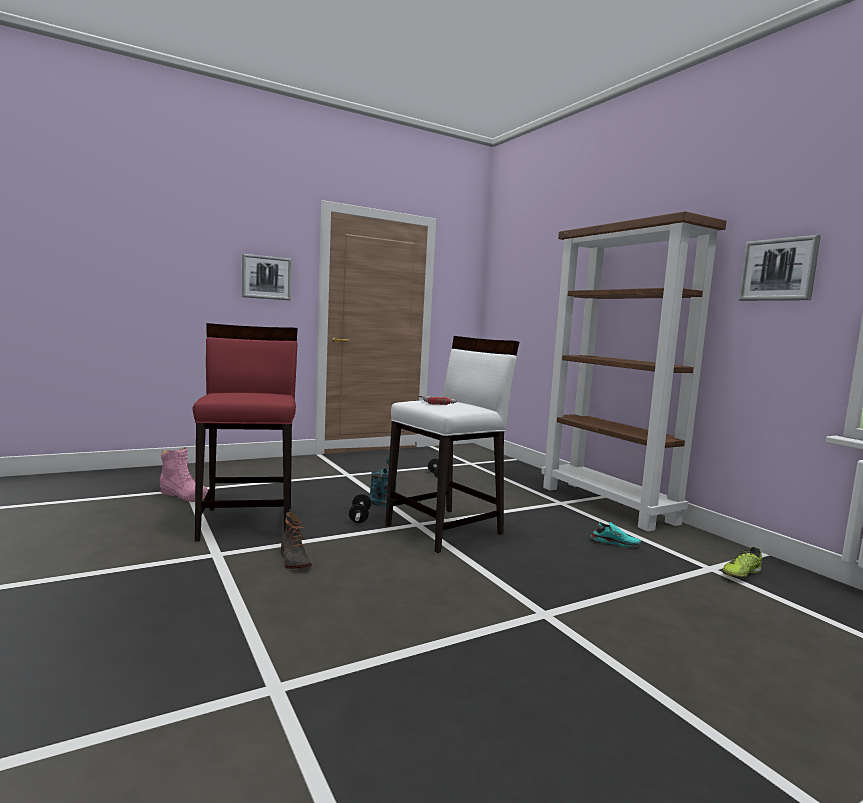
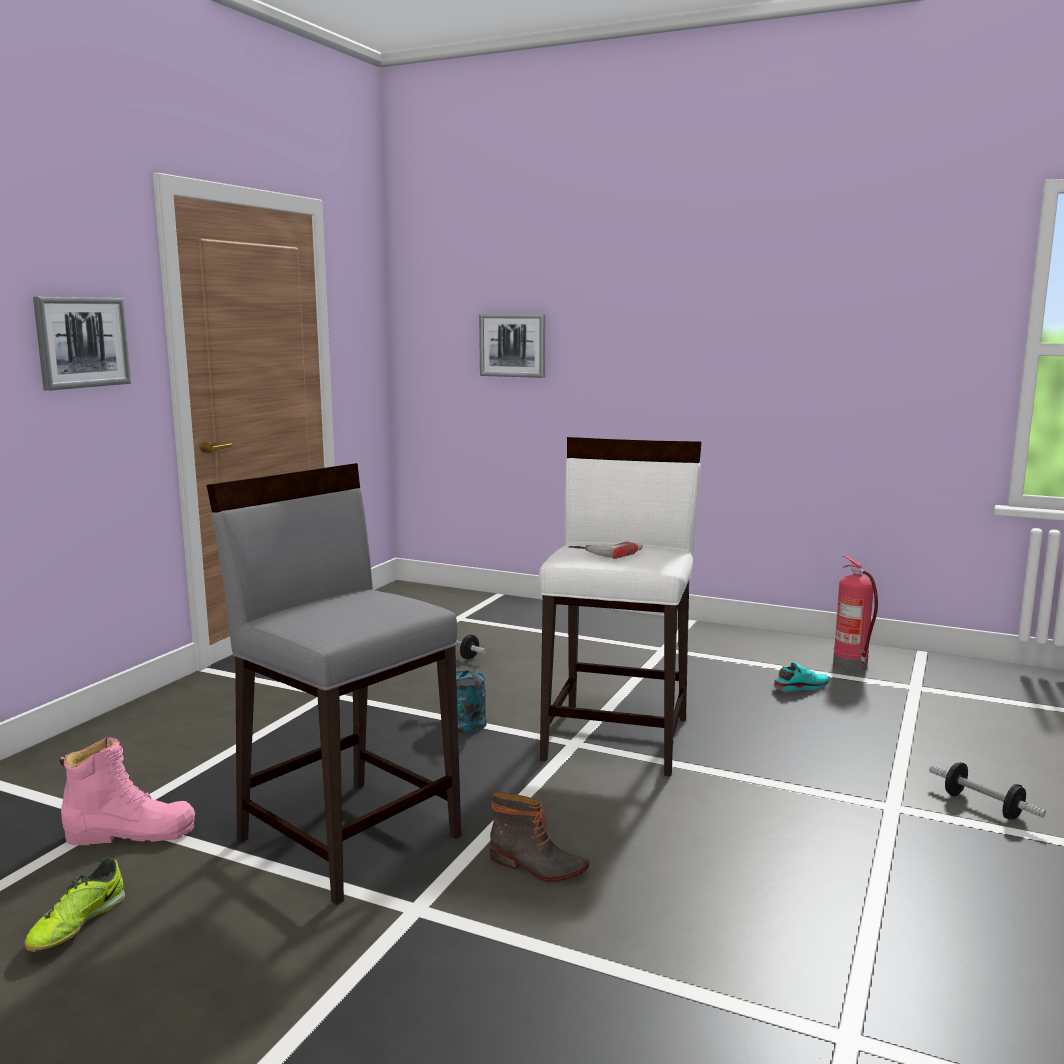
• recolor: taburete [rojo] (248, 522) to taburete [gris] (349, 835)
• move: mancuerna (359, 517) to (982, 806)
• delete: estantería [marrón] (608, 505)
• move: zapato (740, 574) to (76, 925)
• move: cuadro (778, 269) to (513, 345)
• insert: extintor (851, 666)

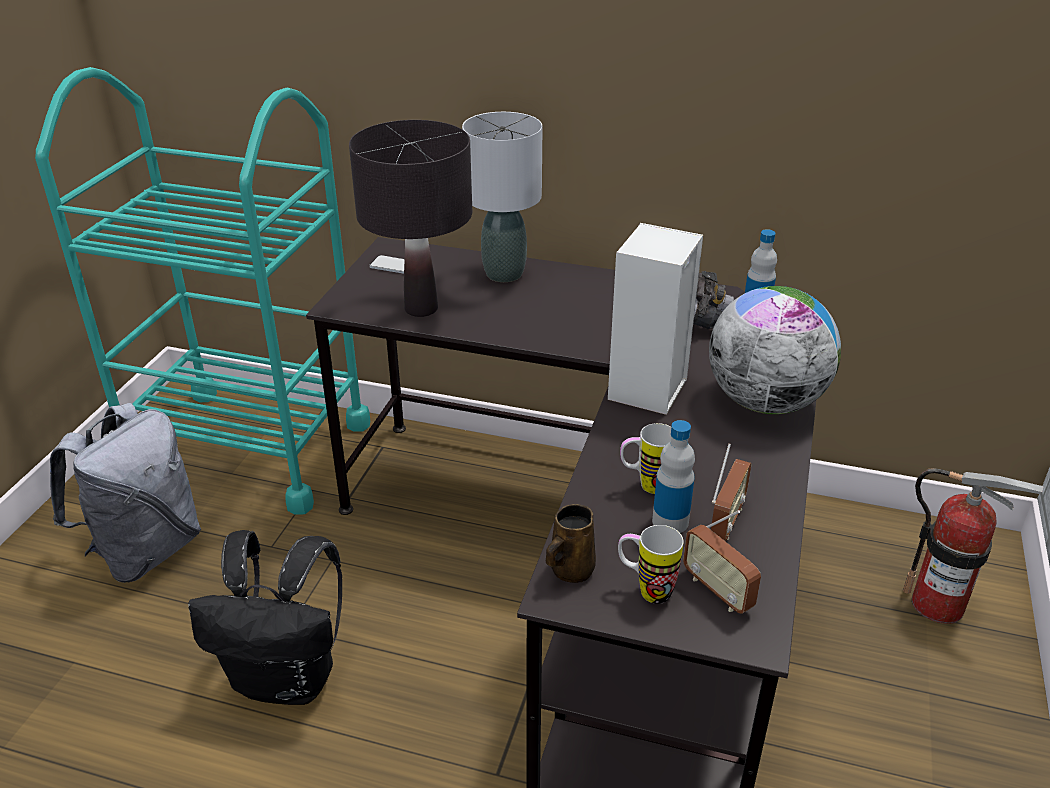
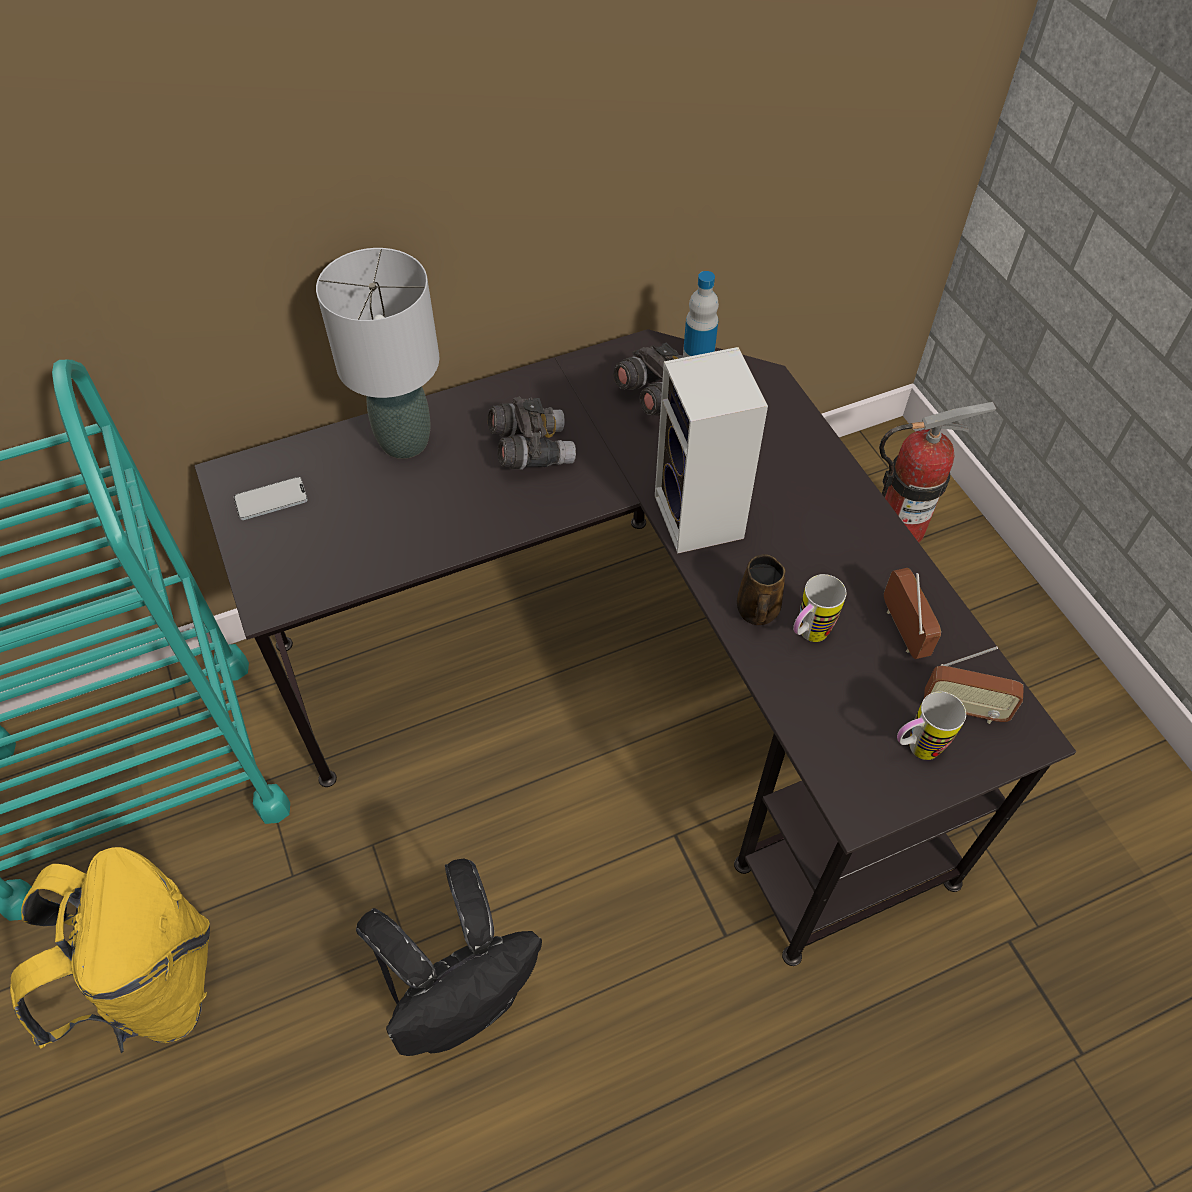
• recolor: mochila [gris] (145, 550) to mochila [amarillo] (154, 983)
• delete: lámpara de mesa [negro] (421, 309)
• move: taza grande [marrón] (570, 570) to (757, 612)
• delete: botella (670, 521)
• delete: globo terráqueo (765, 402)
• insert: prismáticos [gris] (531, 450)

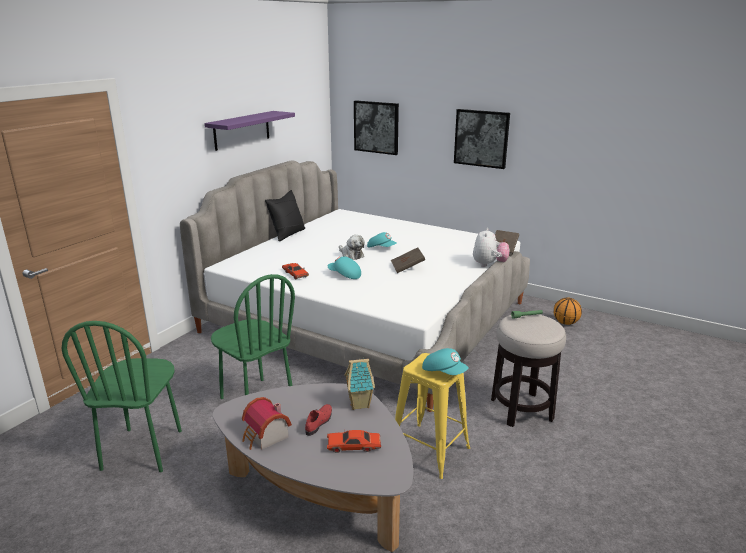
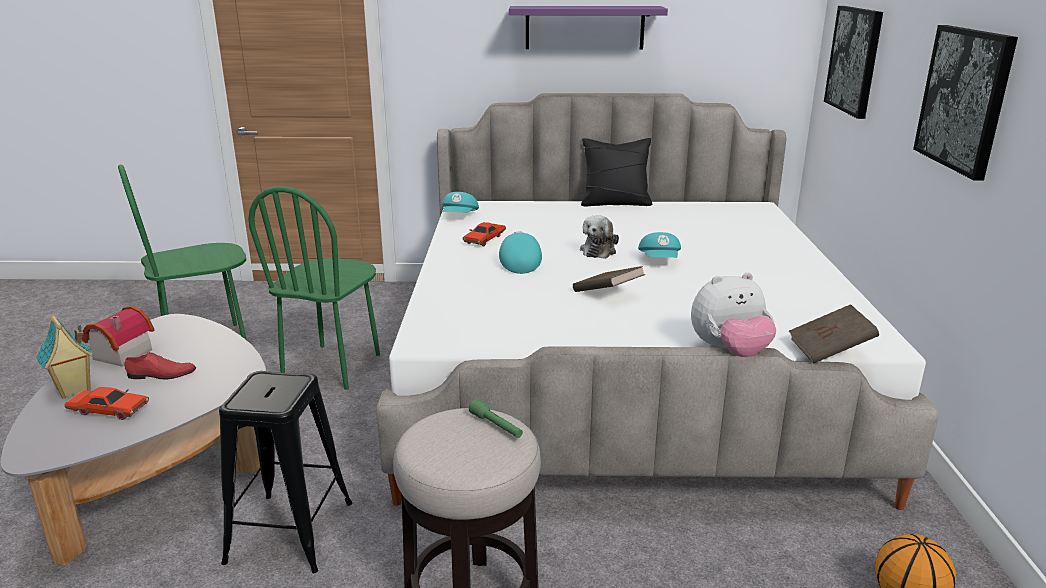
• rotate: coche de juguete [rojo] (353, 446) = (108, 410) 135 degrees clockwise
• move: casita (360, 404) to (73, 390)
• recolor: taburete [amarillo] (429, 450) to taburete [negro] (290, 532)
• move: gorra [turquesa] (444, 372) to (460, 216)

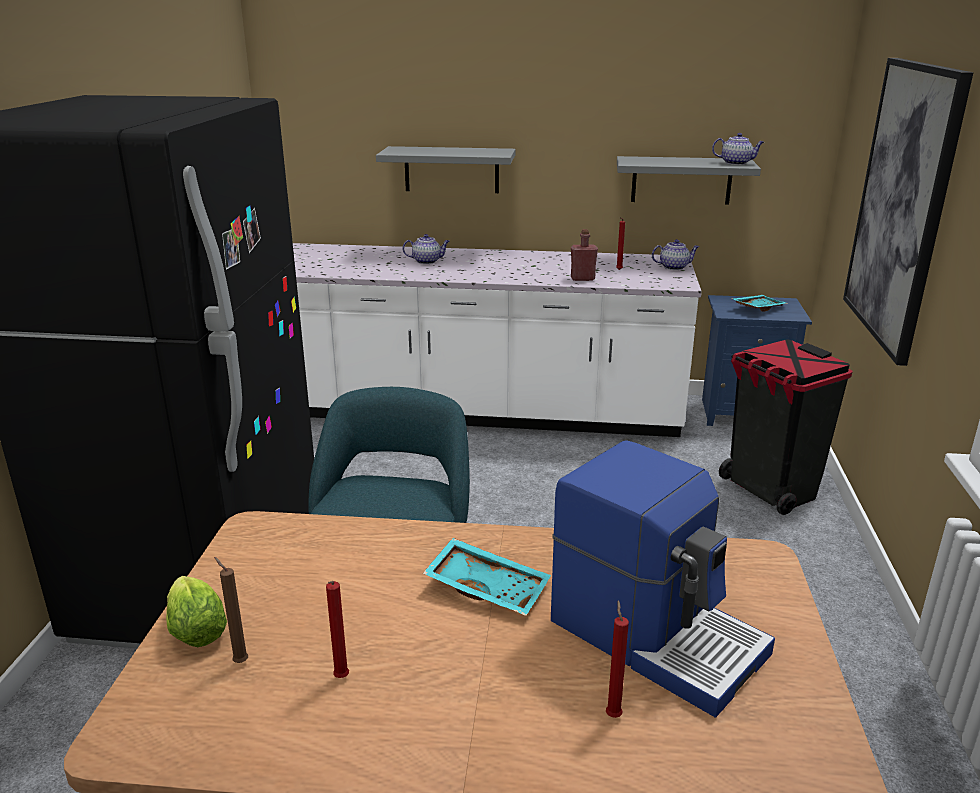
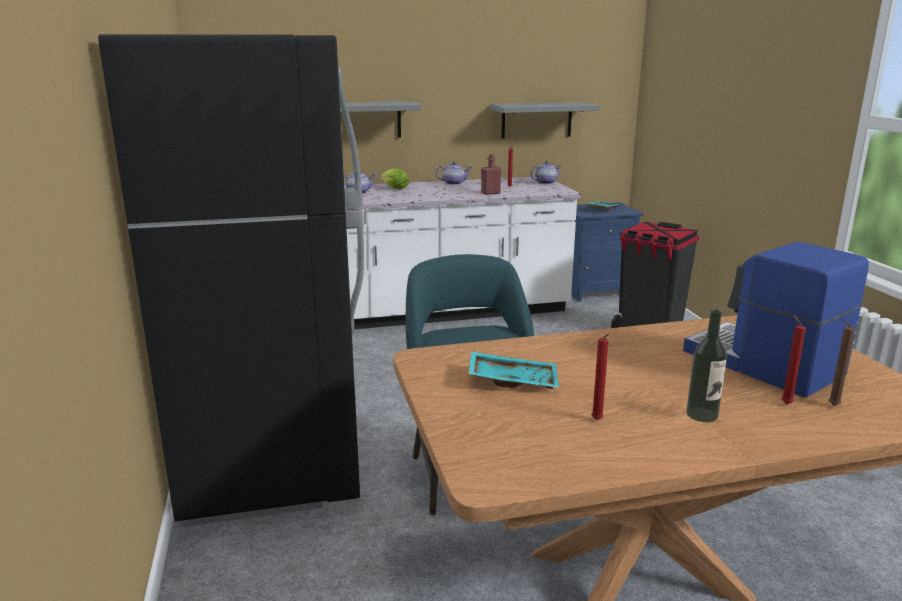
• move: lechuga (195, 628) to (393, 188)
• move: vela [marrón] (239, 661) to (831, 405)
• move: bandeja [turquesa] (488, 587) to (513, 380)
• rotate: cafetera (657, 635) = (762, 364) 150 degrees counterclockwise
• move: tetera (736, 163) to (454, 183)
• delete: cuadro (902, 205)
• insert: botella (702, 414)

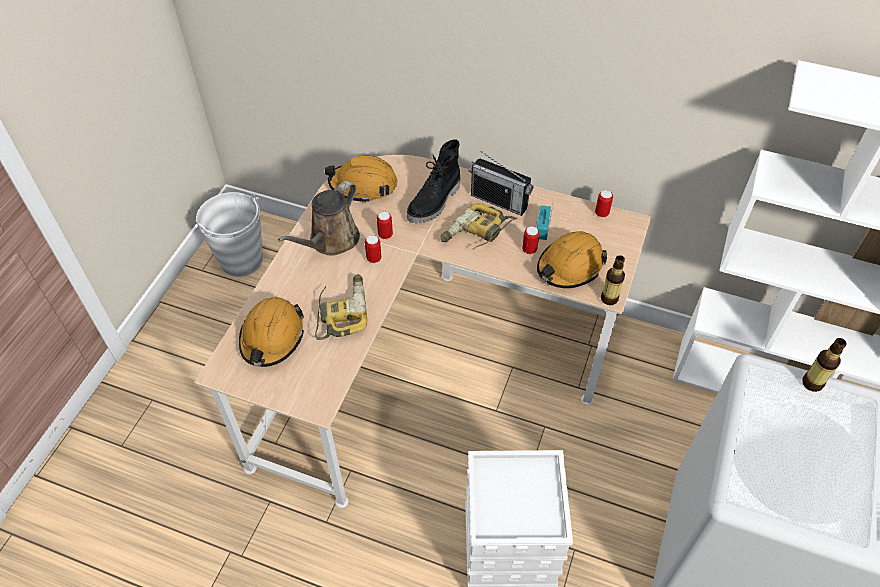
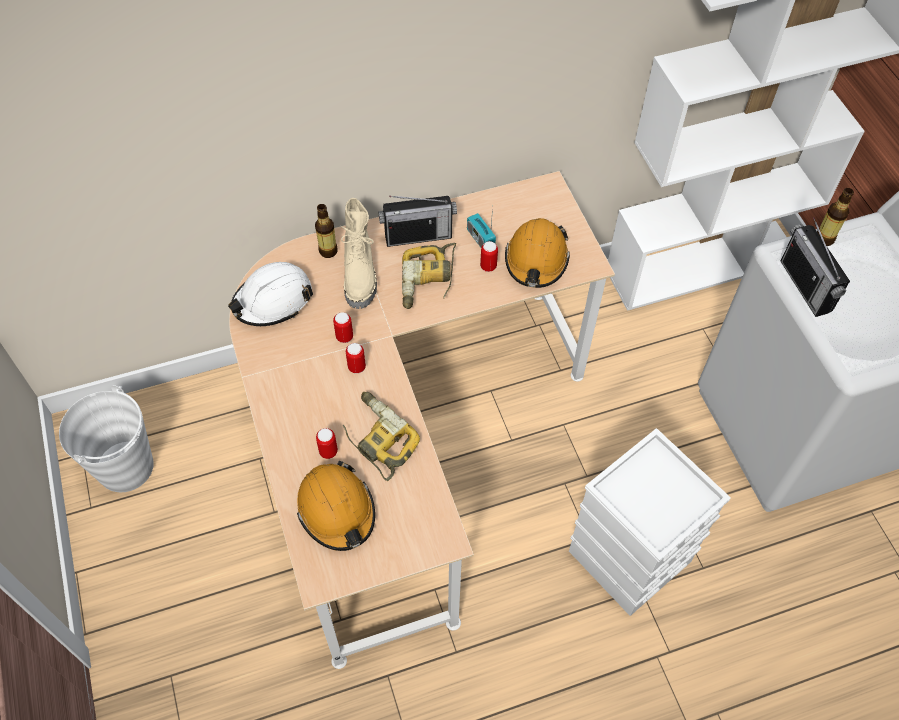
• delete: regadera [marrón] (331, 241)
• recolor: casco [naranja] (363, 185) to casco [blanco] (273, 301)
• recolor: bota [negro] (435, 203) to bota [beis] (361, 275)
• move: lata (601, 213) to (328, 451)
• move: botella (609, 298) to (328, 251)
• insert: radio (805, 286)

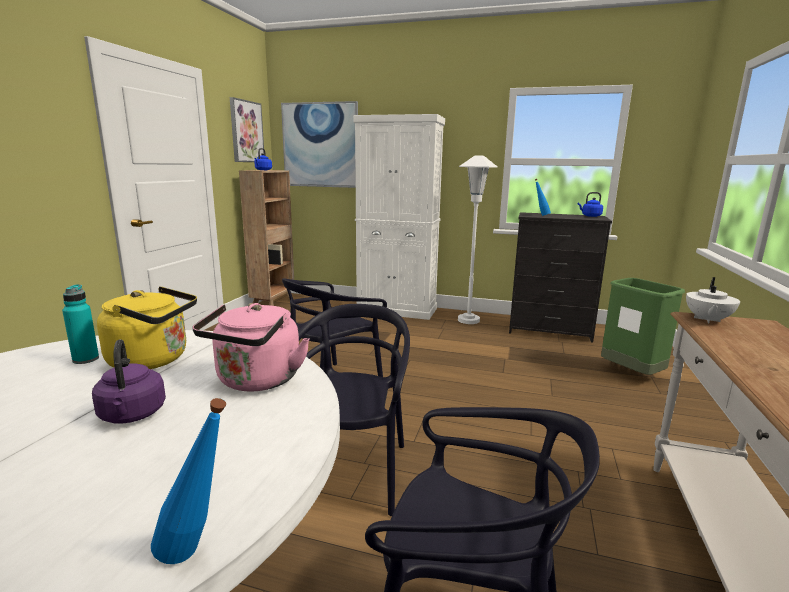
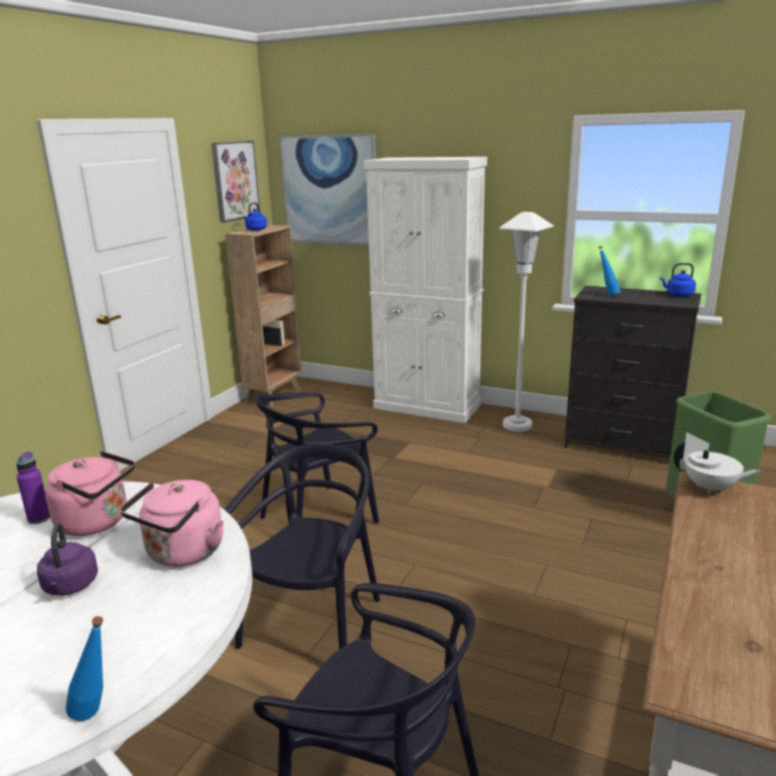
• recolor: botella [turquesa] (86, 359) to botella [morado] (39, 518)
• recolor: hervidor [amarillo] (154, 360) to hervidor [rosa] (97, 522)
• rotate: tetera [blanco] (707, 320) = (710, 488) 105 degrees counterclockwise

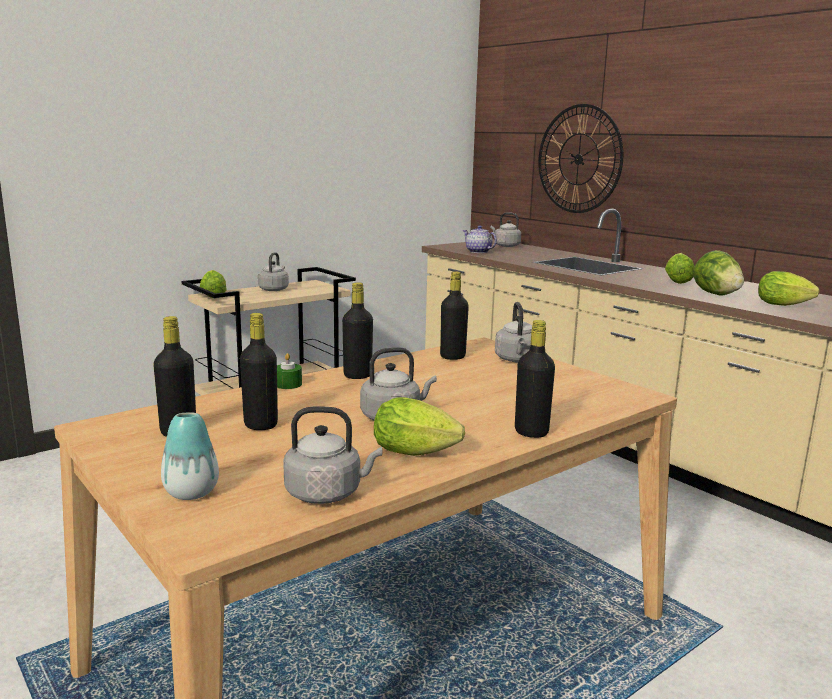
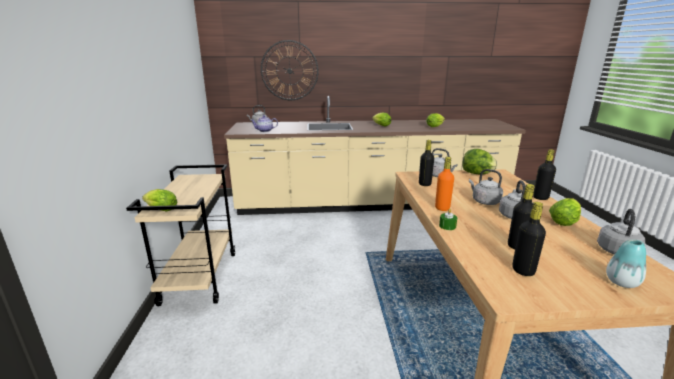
• move: hervidor [gris] (274, 289) to (484, 201)
• recolor: botella [negro] (357, 375) to botella [naranja] (442, 208)
• move: lechuga (716, 294) to (477, 174)

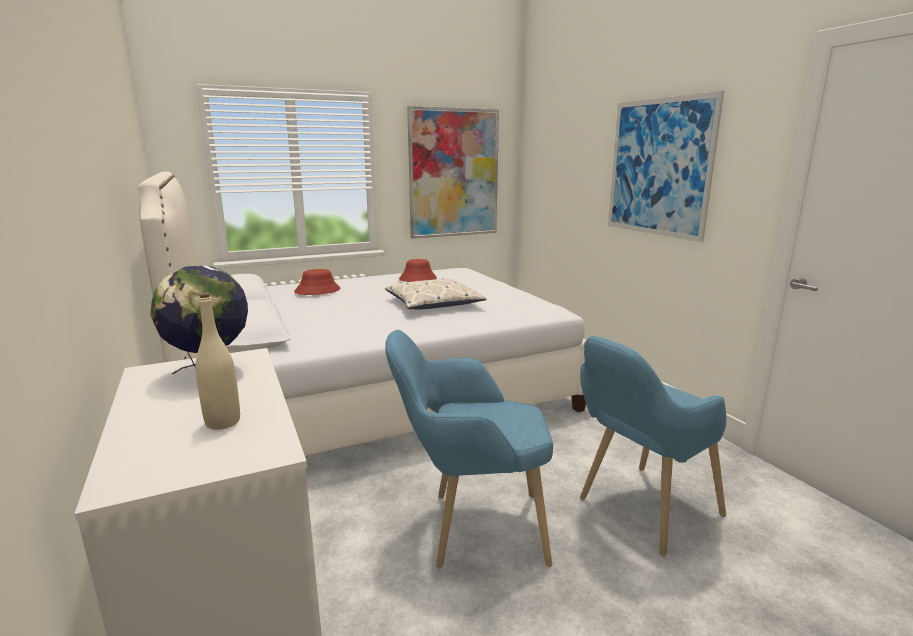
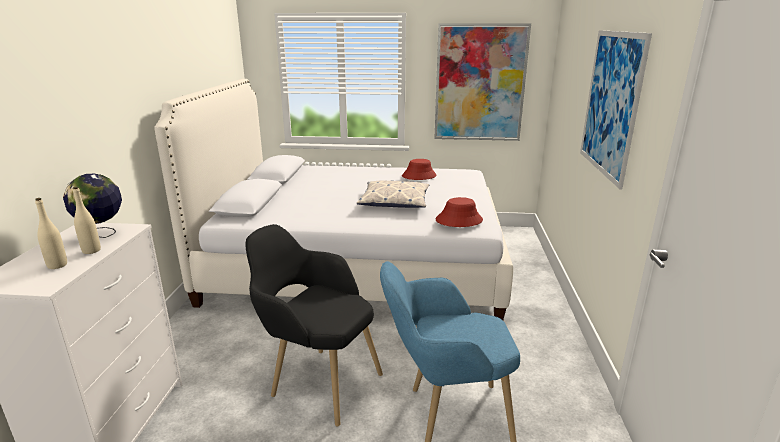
• move: sombrero [rojo] (317, 291) to (459, 220)
• recolor: sillón [azul] (470, 529) to sillón [negro] (316, 380)
• insert: botella [beis] (91, 250)

